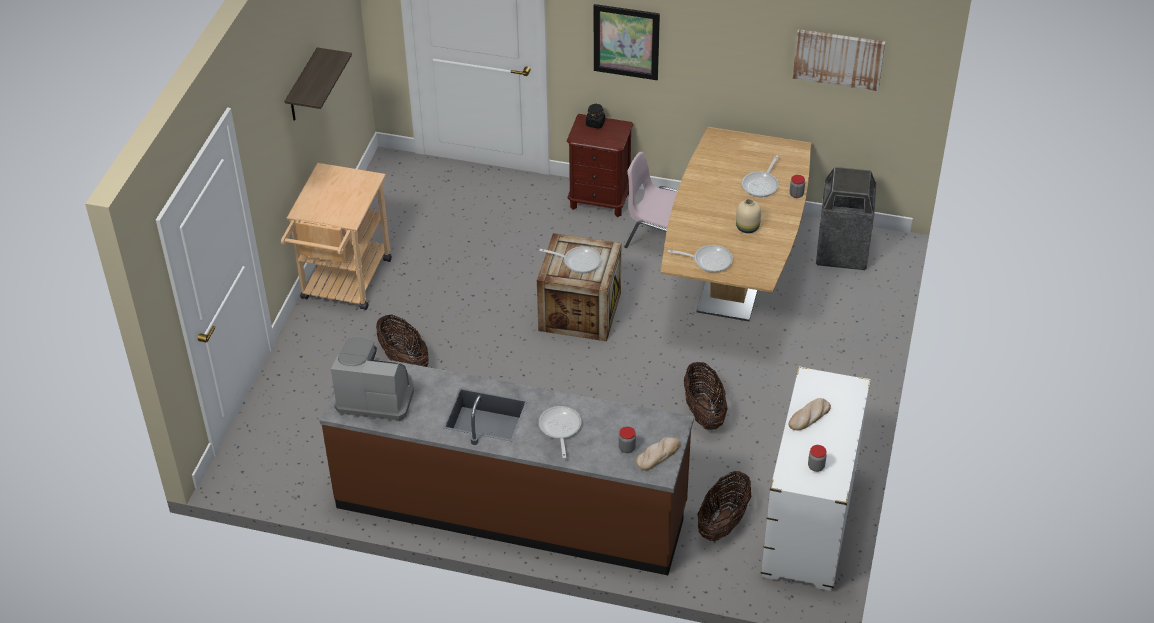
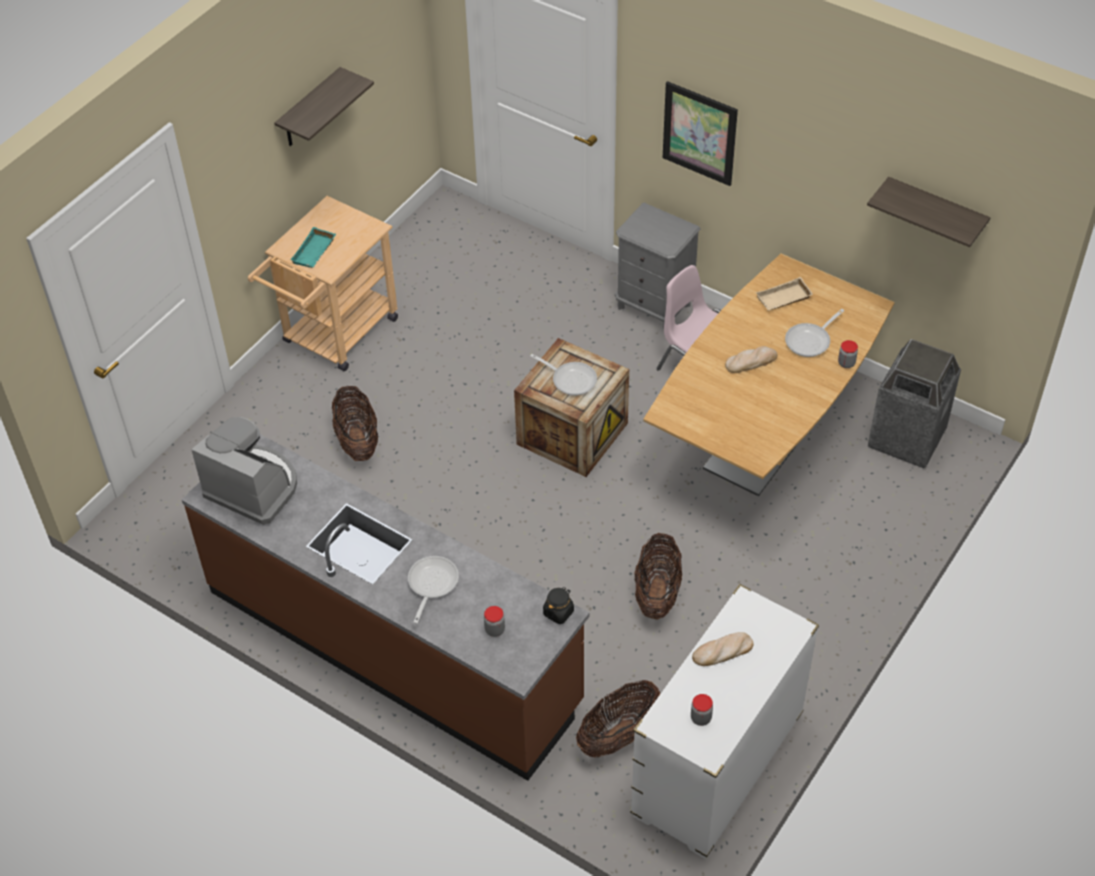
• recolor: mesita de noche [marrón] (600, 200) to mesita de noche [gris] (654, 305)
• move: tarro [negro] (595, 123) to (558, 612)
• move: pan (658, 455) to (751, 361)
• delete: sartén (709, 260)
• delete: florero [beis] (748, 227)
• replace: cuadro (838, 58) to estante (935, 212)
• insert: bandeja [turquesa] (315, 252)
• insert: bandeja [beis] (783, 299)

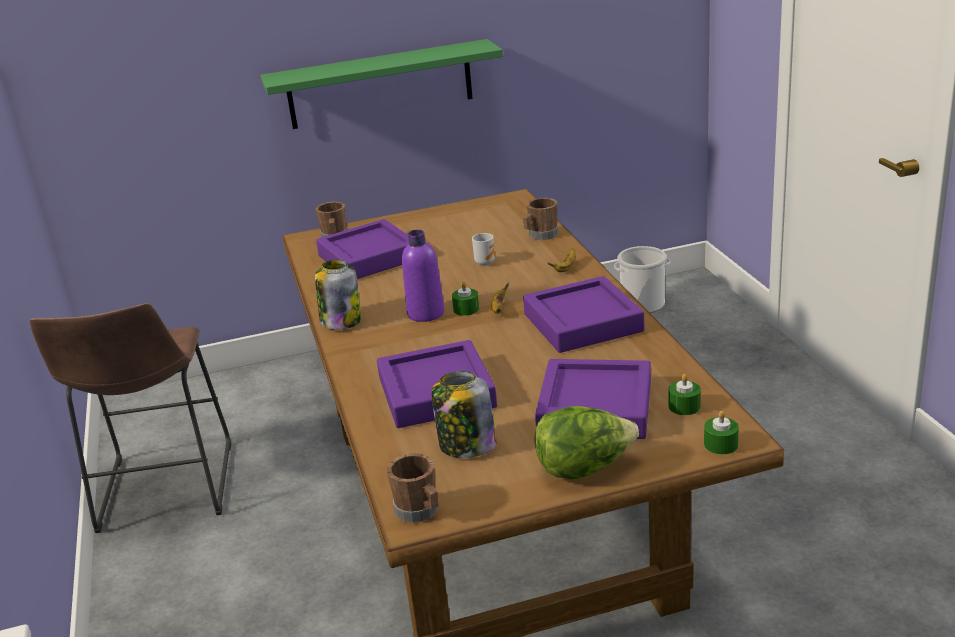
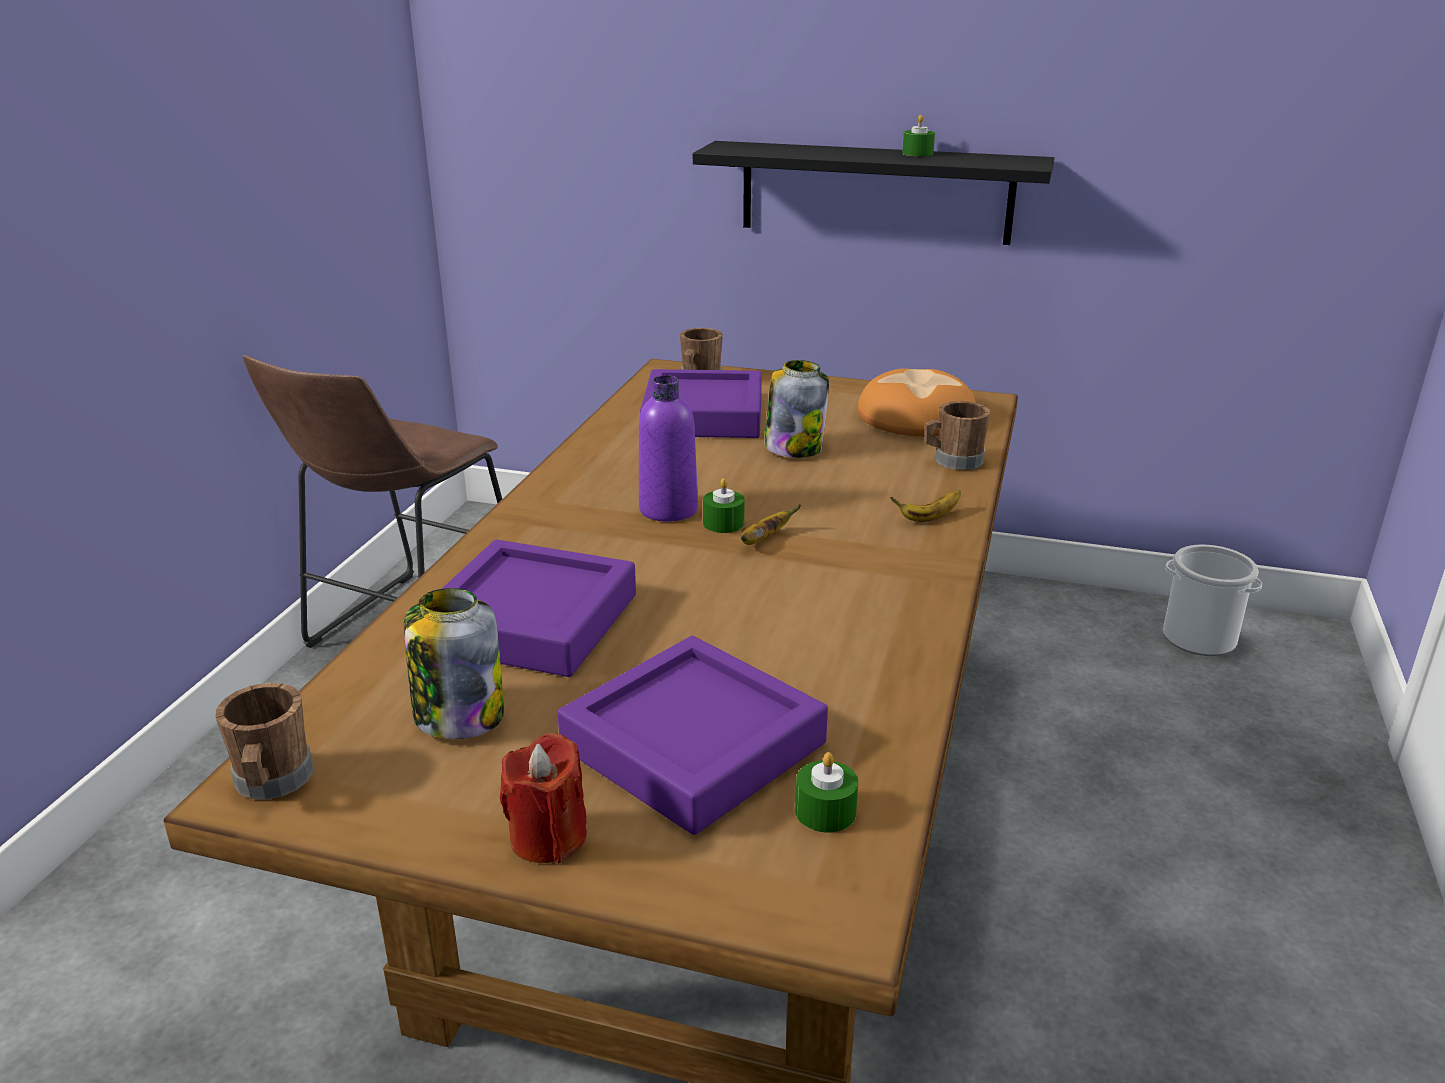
• recolor: estante [verde] (380, 85) to estante [negro] (875, 192)
• move: tarro (340, 321) to (794, 448)
• delete: taza grande (485, 262)
• delete: bandeja [morado] (583, 323)
• replace: lechuga (584, 468) to vela [rojo] (548, 837)
• move: vela [verde] (721, 444) to (917, 153)
• insert: pan (914, 416)

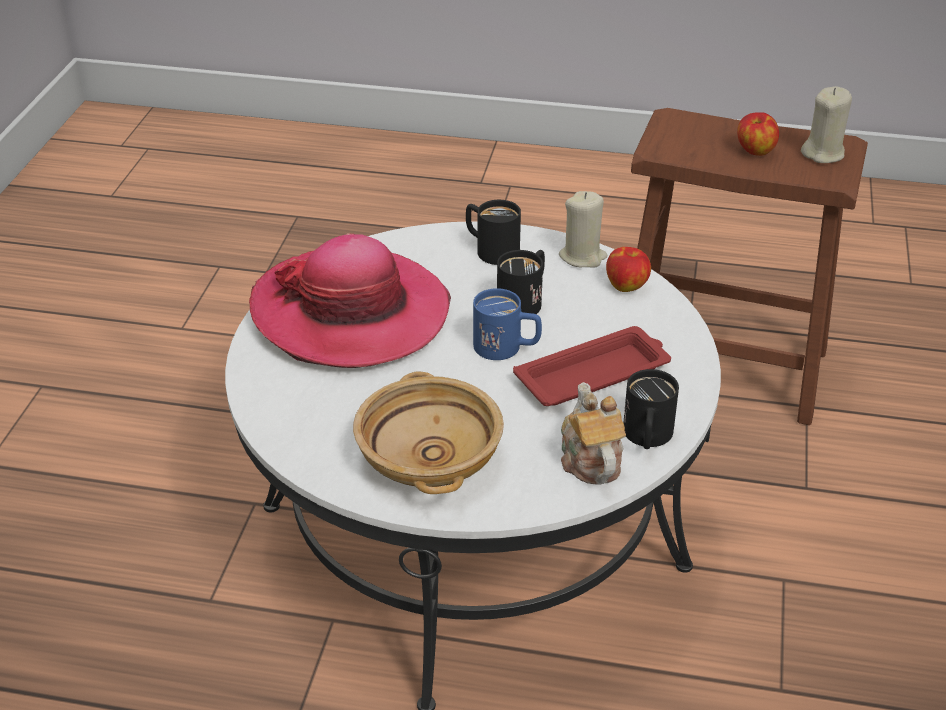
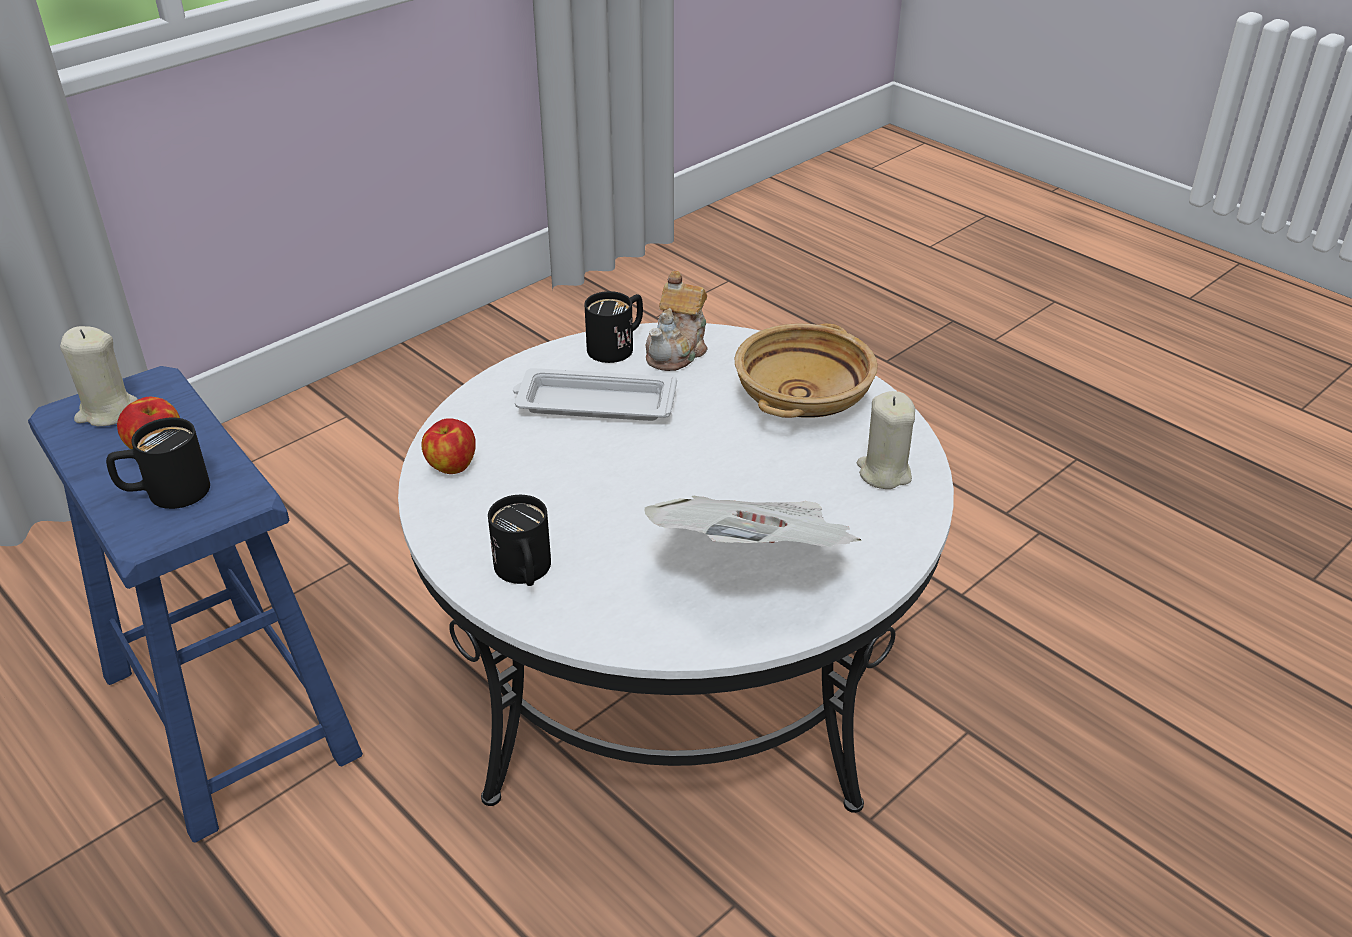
• replace: sombrero (351, 313) to periódico (756, 562)
• delete: taza grande [azul] (507, 348)
• move: taza grande [negro] (524, 300) to (165, 493)
• recolor: bandeja [rojo] (595, 374) to bandeja [blanco] (593, 404)
• move: vela [beis] (582, 257) to (884, 472)
• recolor: taburete [marrón] (721, 366) to taburete [azul] (228, 716)

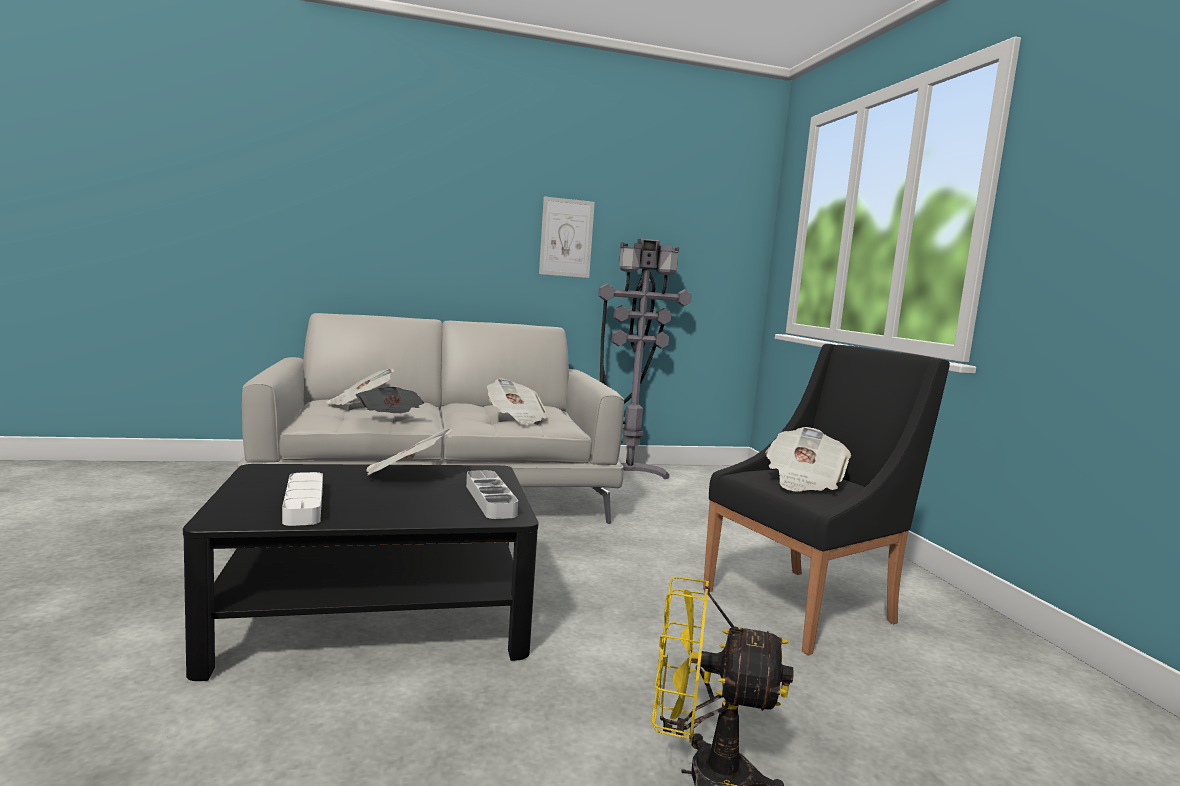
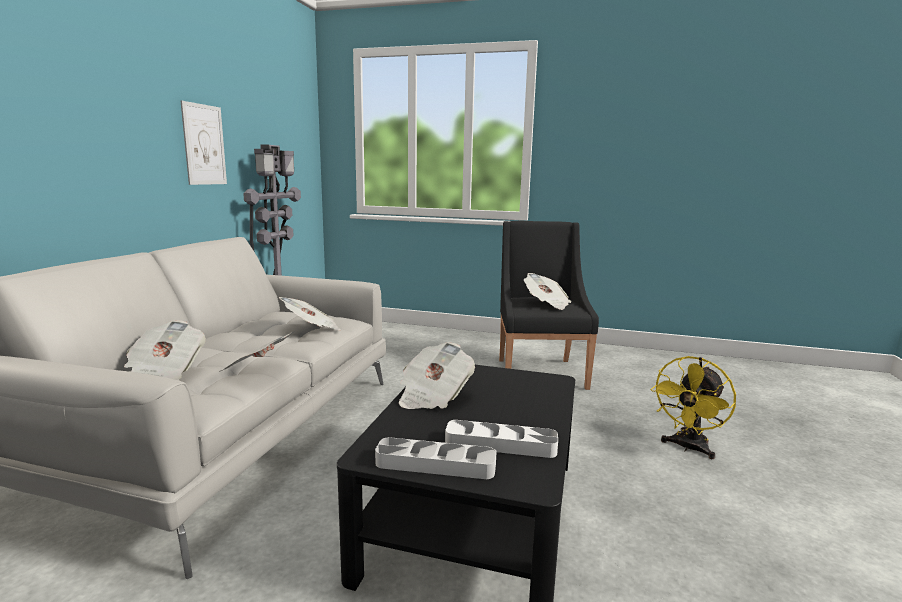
• move: bandeja [gris] (490, 499) to (435, 464)

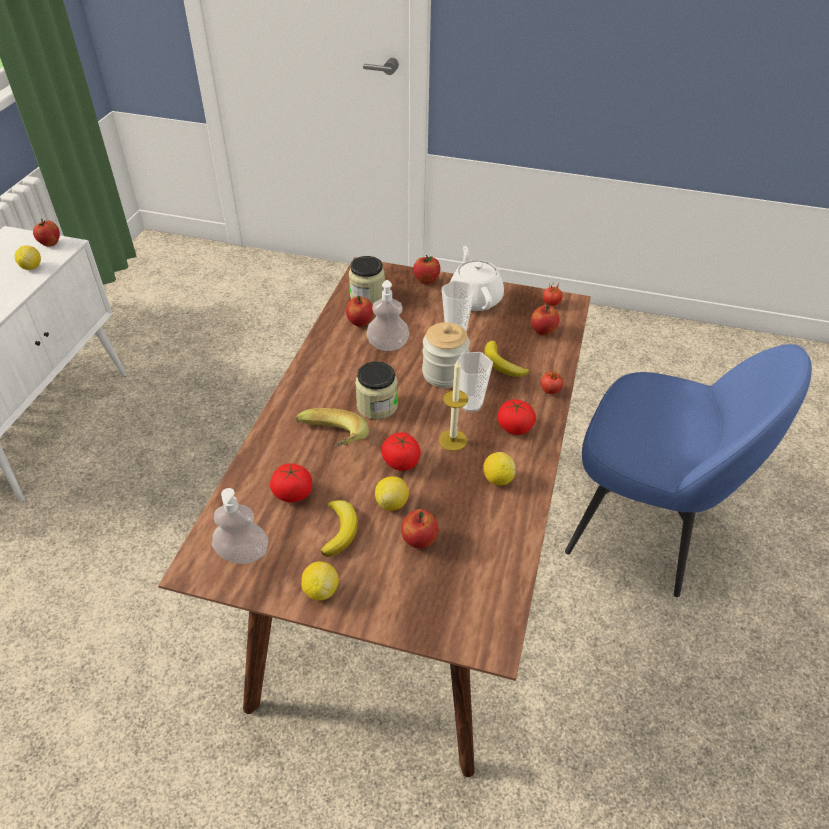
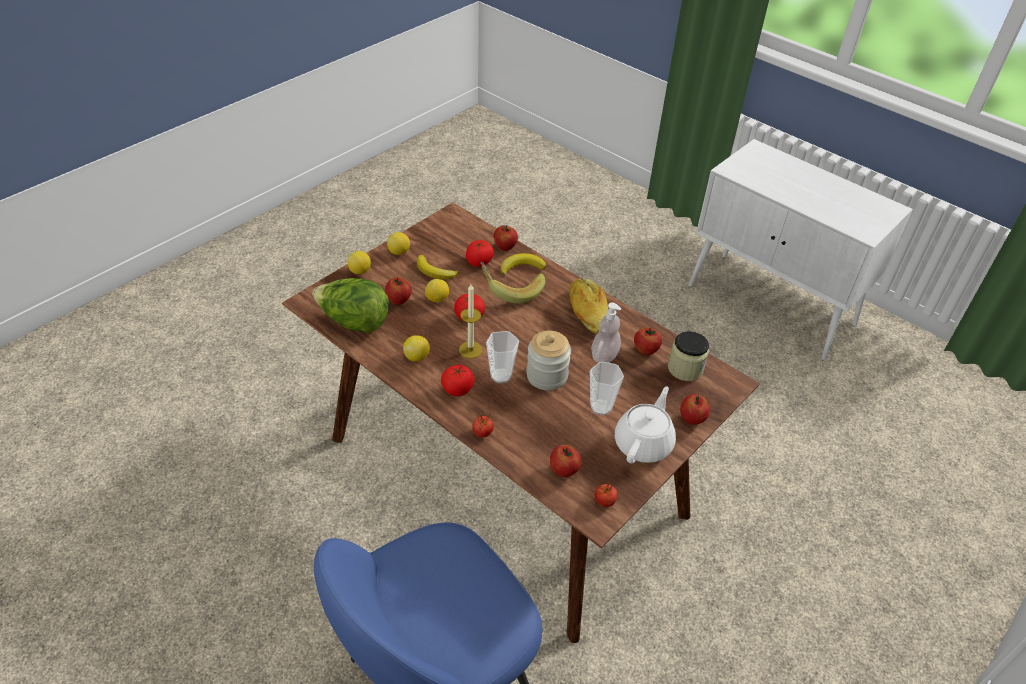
• move: limón (31, 267) to (360, 271)
• move: manzana (50, 243) to (505, 247)
• delete: dispensador de jabón (243, 554)
• delete: tarro (377, 406)
• rotate: tetera [blanco] (475, 298) = (644, 443) 75 degrees counterclockwise
• move: plátano (502, 364) to (521, 267)
• insert: lechuga (354, 322)
• insert: pan (586, 313)

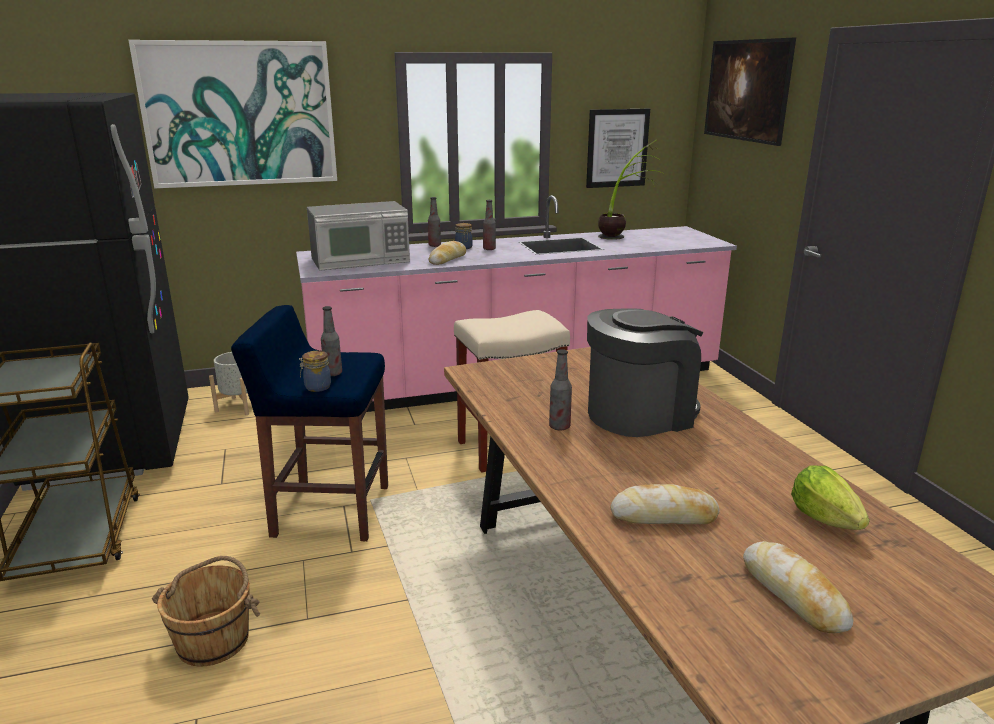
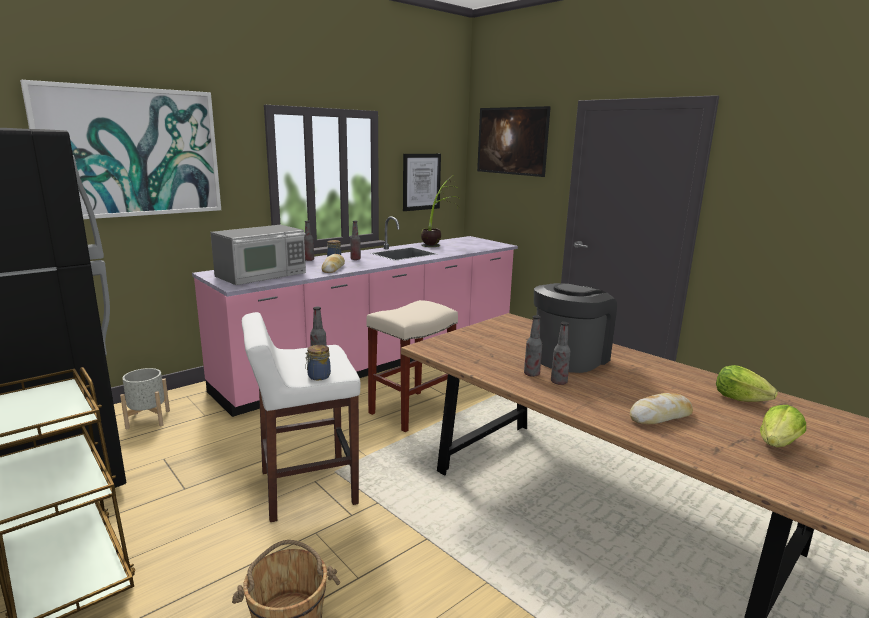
• recolor: taburete [azul] (329, 510) to taburete [blanco] (306, 488)
• replace: pan (793, 594) to lechuga (778, 444)
• insert: botella (559, 382)

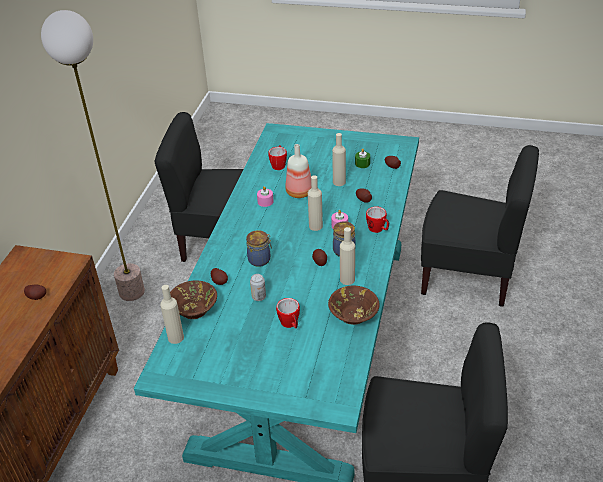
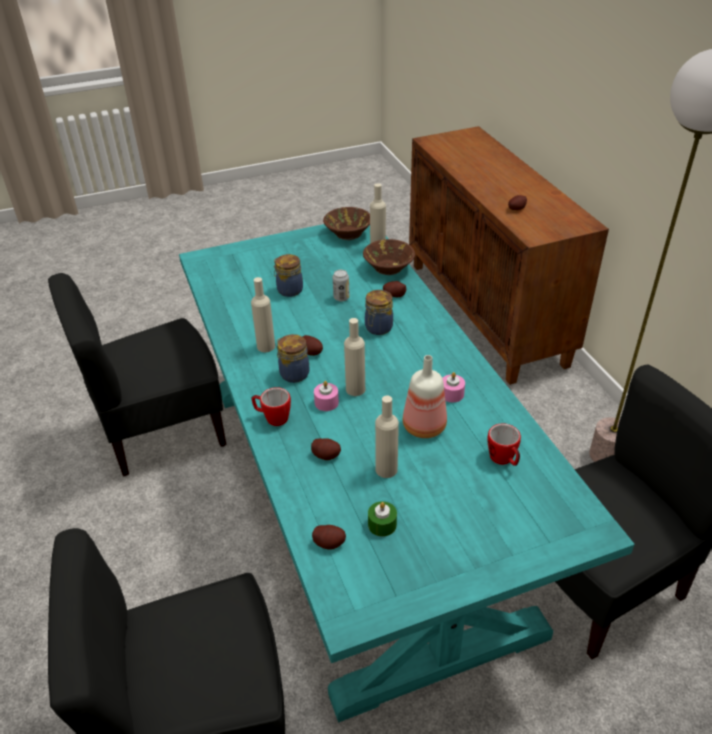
• replace: taza grande (290, 324) to tarro (289, 290)
• move: cuenco [marrón] (353, 315) to (348, 233)

